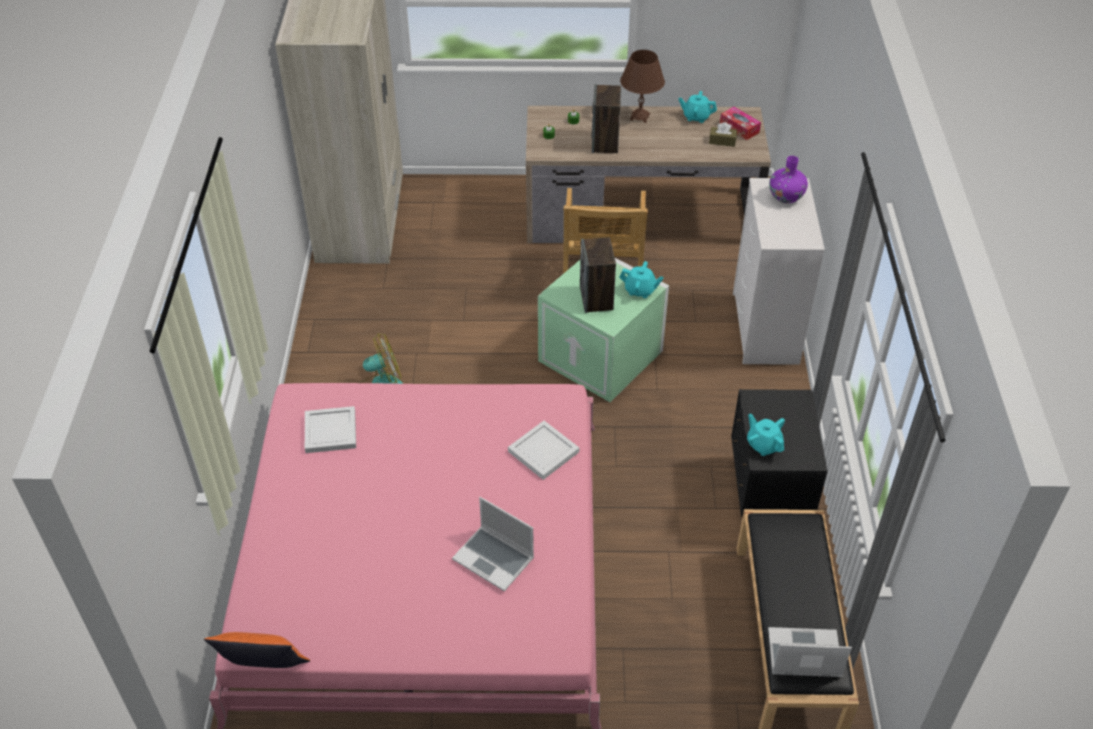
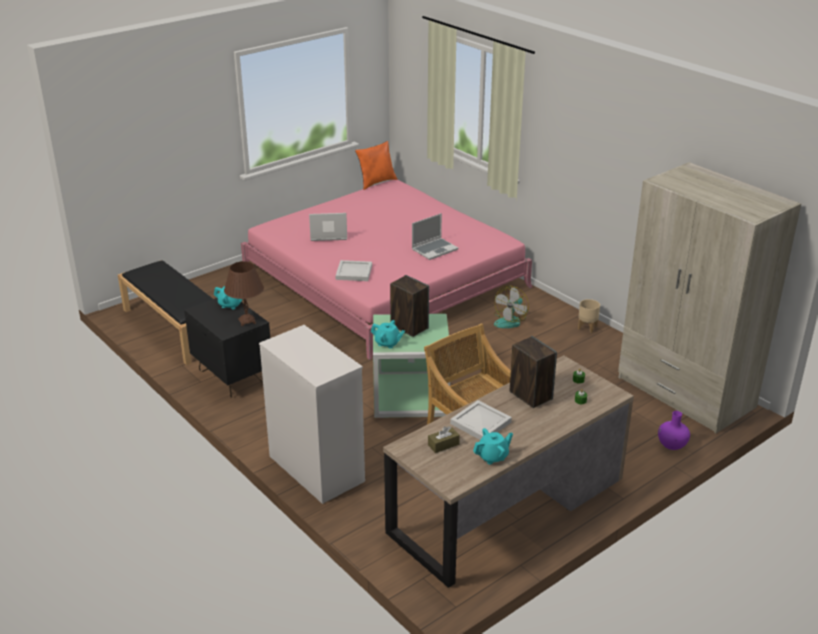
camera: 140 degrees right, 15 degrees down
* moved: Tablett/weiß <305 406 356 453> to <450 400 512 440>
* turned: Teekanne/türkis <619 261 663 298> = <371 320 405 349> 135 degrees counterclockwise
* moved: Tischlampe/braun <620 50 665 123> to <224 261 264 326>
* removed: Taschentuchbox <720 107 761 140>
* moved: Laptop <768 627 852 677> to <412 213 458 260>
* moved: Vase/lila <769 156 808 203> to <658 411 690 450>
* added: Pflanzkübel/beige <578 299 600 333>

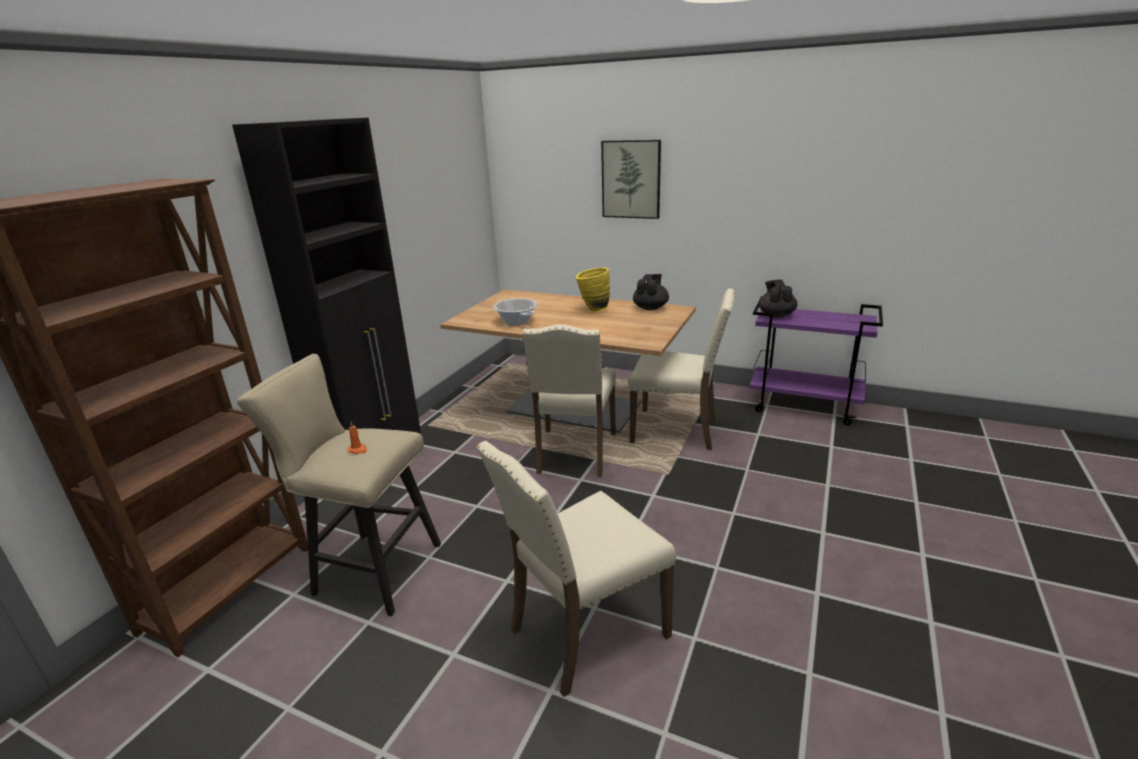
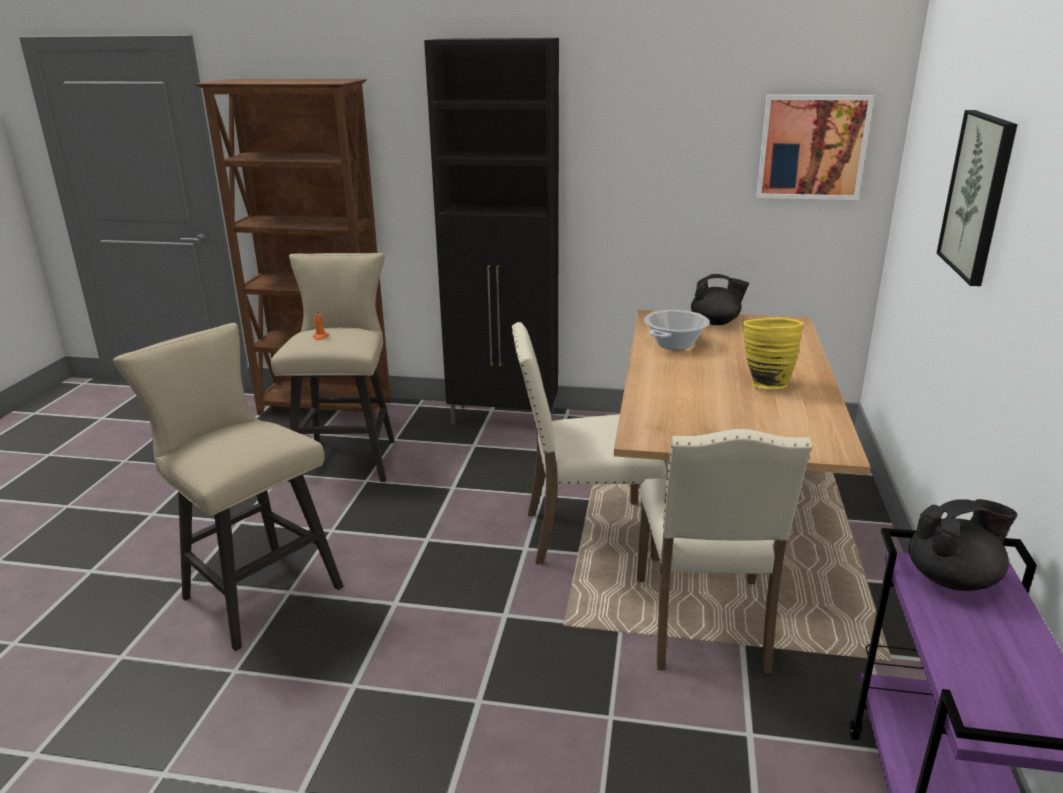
camera: 75 degrees right, 0 degrees up
* replaced: Stuhl/beige <476 441 677 697> to Hocker/beige <113 323 344 651>
* moved: Teekanne/schwarz <633 274 669 310> to <691 274 749 325>
* added: Bild <756 95 874 200>

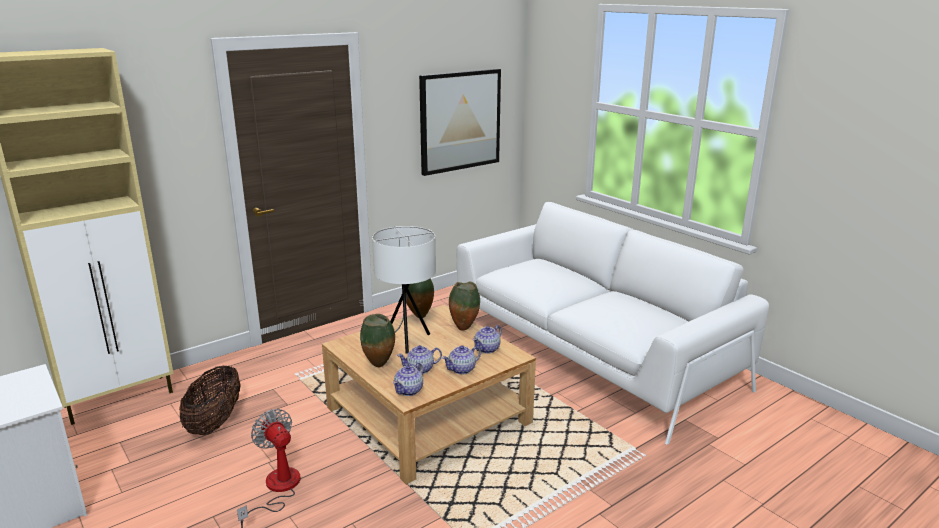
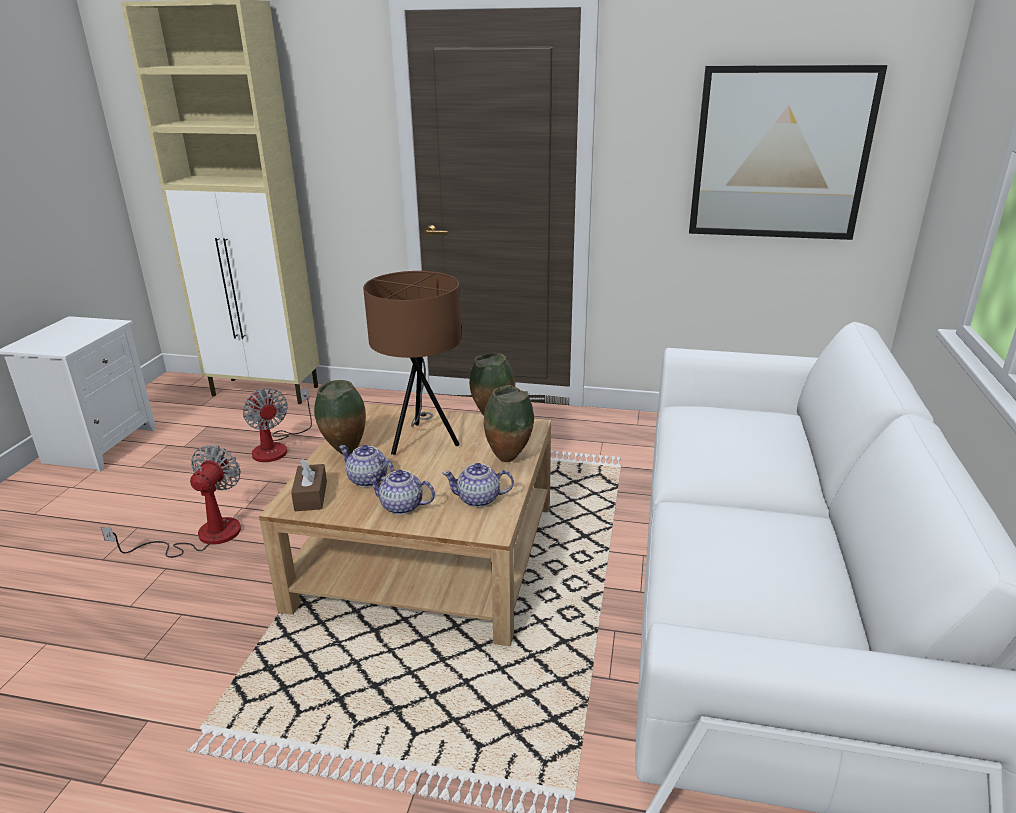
camera: 50 degrees right, 5 degrees up
* replaced: Korb <179 366 241 435> to Ventilator <243 388 312 462>
* recoloured: Tischlampe/weiß <372 226 436 354> to Tischlampe/braun <363 271 462 455>
* replaced: Teekanne <393 363 423 396> to Taschentuchbox/braun <291 459 327 511>

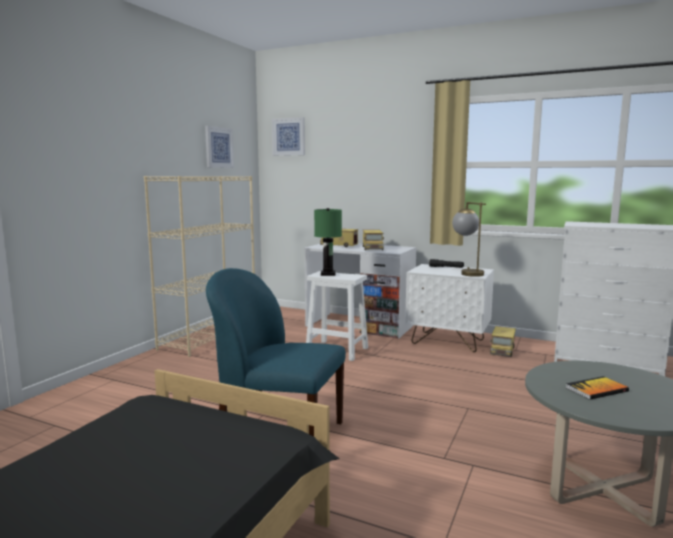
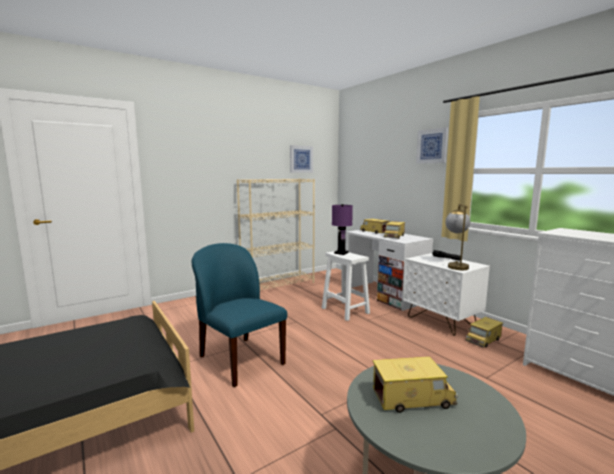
camera: 30 degrees right, 0 degrees up
* moved: Bild <272 117 305 156> to <416 127 448 164>
* recoloured: Tischlampe/grün <314 208 342 276> to Tischlampe/lila <332 204 353 255>
* replaced: Buch <566 376 629 400> to Spielzeuglaster <373 357 458 413>

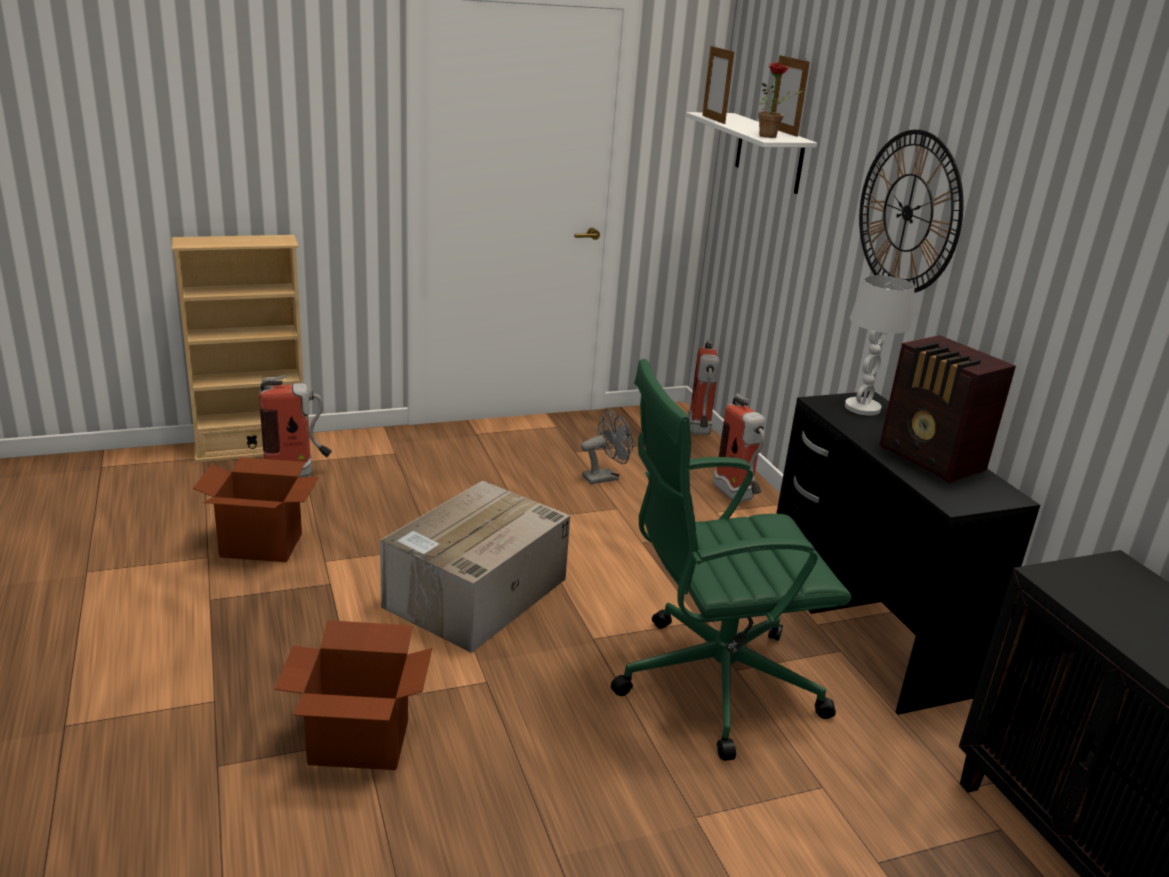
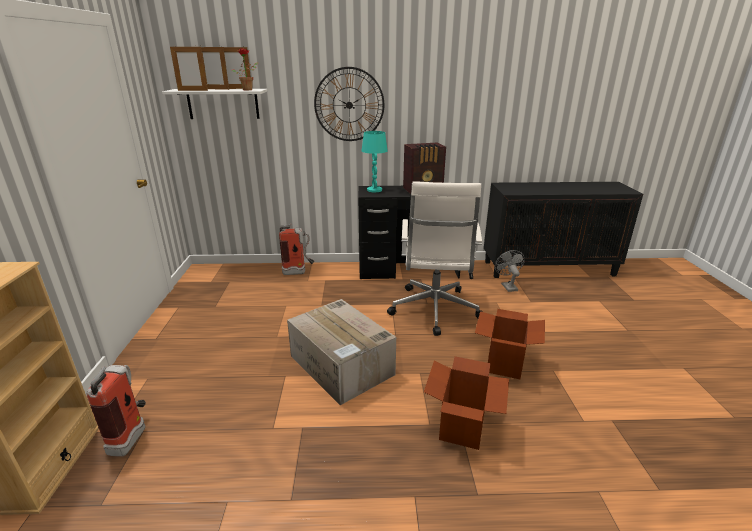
camera: 70 degrees left, 0 degrees up
* moved: Karton <193 457 318 562> to <475 309 545 379>
* moved: Ventilator/grau <581 409 633 484> to <495 250 525 292>
* recoloured: Bürostuhl/grün <611 359 852 761> to Bürostuhl/weiß <387 181 483 336>
* removed: Feuerlöscher <688 339 720 435>
* recoloured: Tischlampe/weiß <845 275 915 416> to Tischlampe/türkis <362 131 388 192>
* added: Bilderrahmen <200 46 229 90>

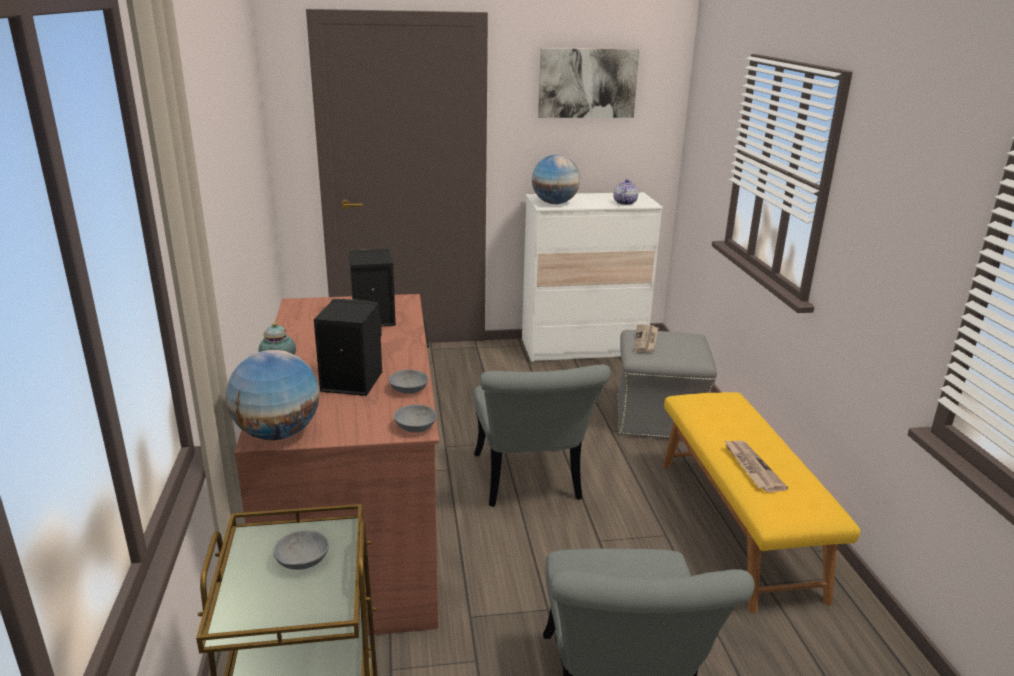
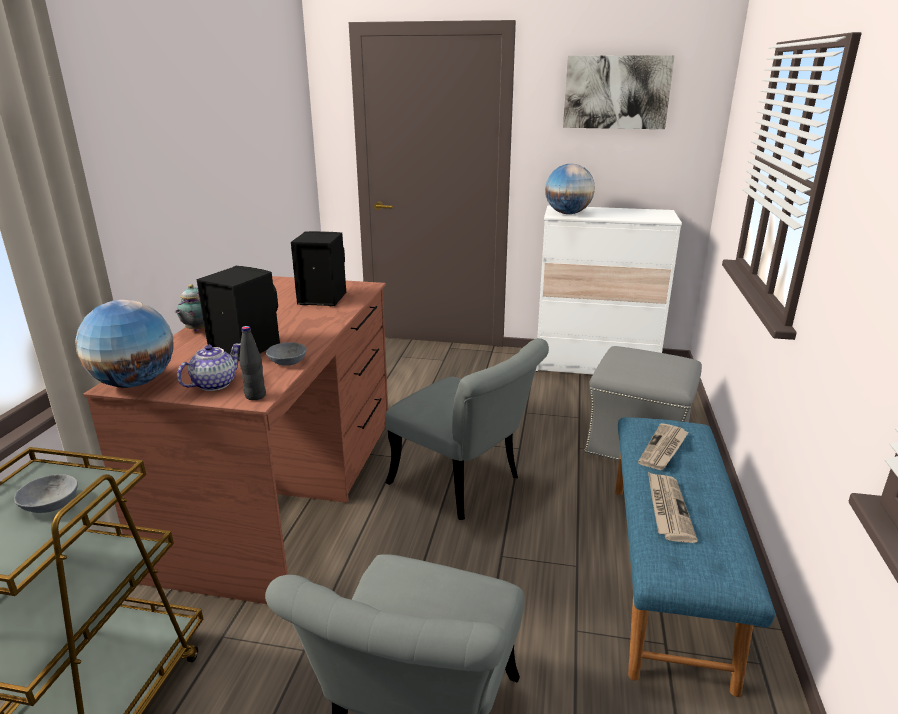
camera: 20 degrees right, 0 degrees up
* replaced: Schüssel/grau <394 404 437 433> to Flasche/schwarz <239 326 266 400>
* turned: Stuhl/grau <474 365 611 507> = <385 338 549 520> 60 degrees counterclockwise
* moved: Teekanne <614 179 638 205> to <177 343 241 391>
* moved: Zeitung <634 324 659 353> to <638 423 689 470>
* recoloured: Bank/gelb <663 392 860 613> to Bank/blau <615 417 775 697>

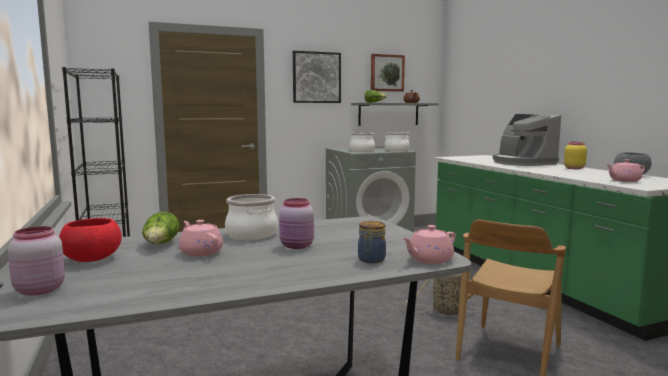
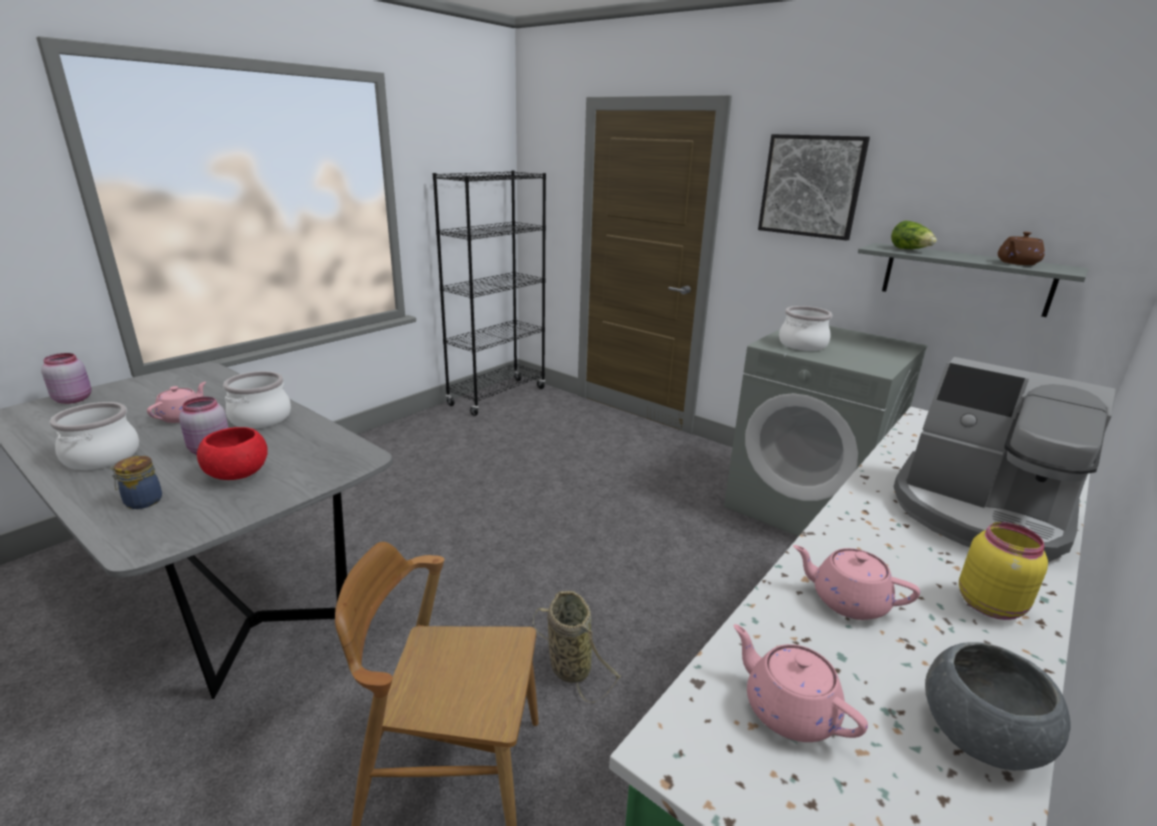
camera: 60 degrees right, 15 degrees up
* moved: Schüssel/rot <59 218 122 262> to <197 427 267 480>
* removed: Salatkopf <142 212 179 244>
* removed: Bild <371 54 405 92>
* moved: Kochtopf <385 132 410 151> to <49 402 139 470>
* moved: Teekanne/rosa <402 225 456 264> to <793 545 920 620>
* turned: Kaffeemaschine <493 114 561 166> = <893 357 1116 562> 90 degrees counterclockwise

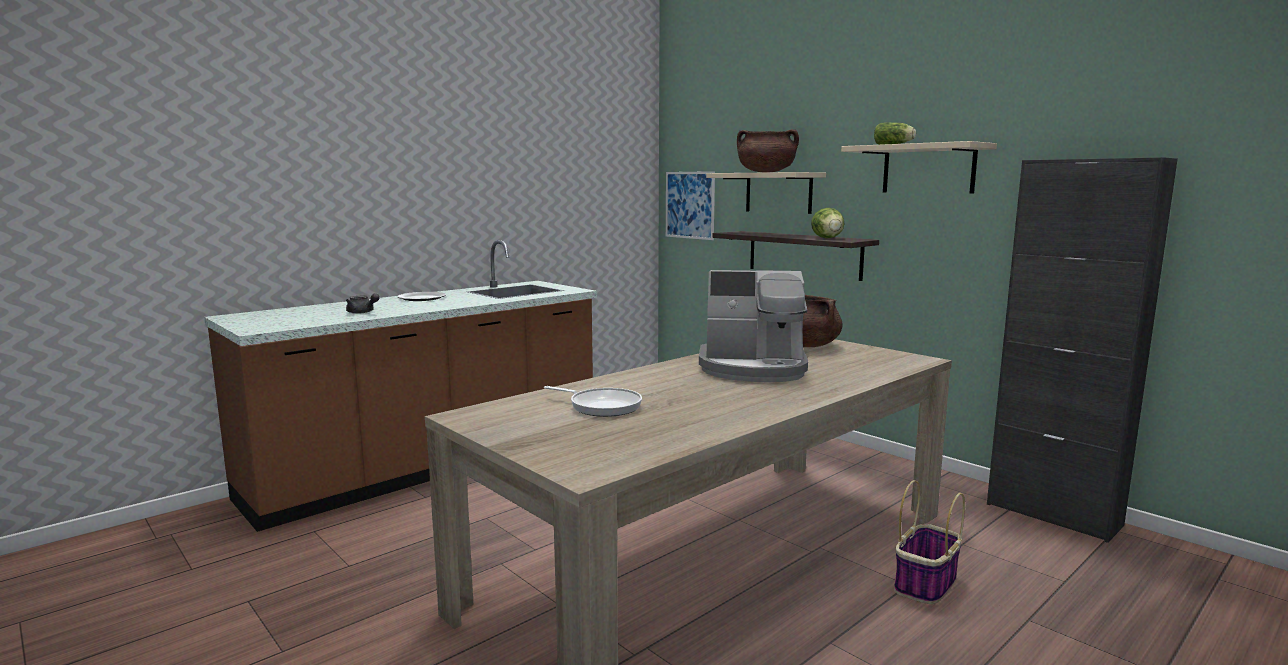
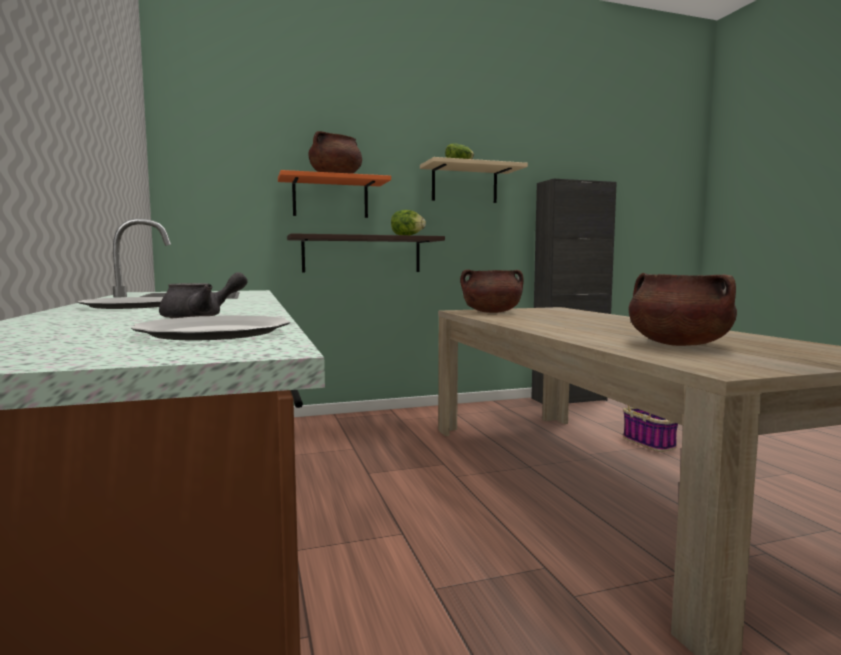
camera: 65 degrees left, 5 degrees down
* replaced: Pfanne <544 386 642 417> to Kochtopf/braun <629 273 737 346>
* removed: Bild <666 171 715 240>
* removed: Kaffeemaschine <699 270 808 382>
* recoloured: Wandregal/beige <706 172 826 214> to Wandregal/orange <278 170 391 218>
* added: Teller <131 315 290 340>

